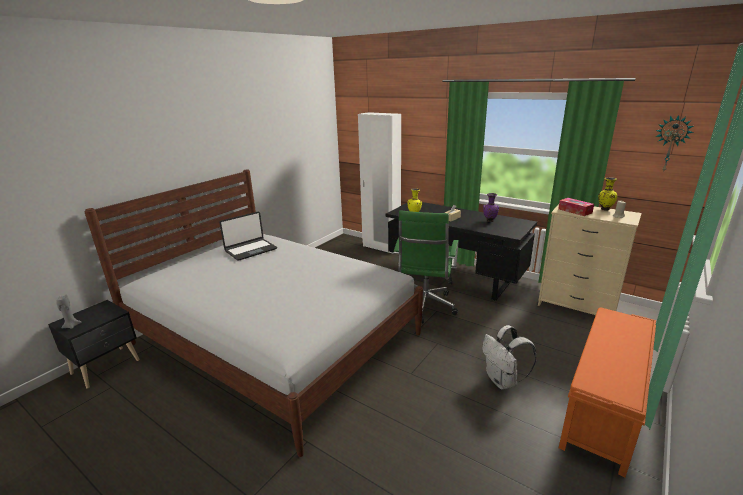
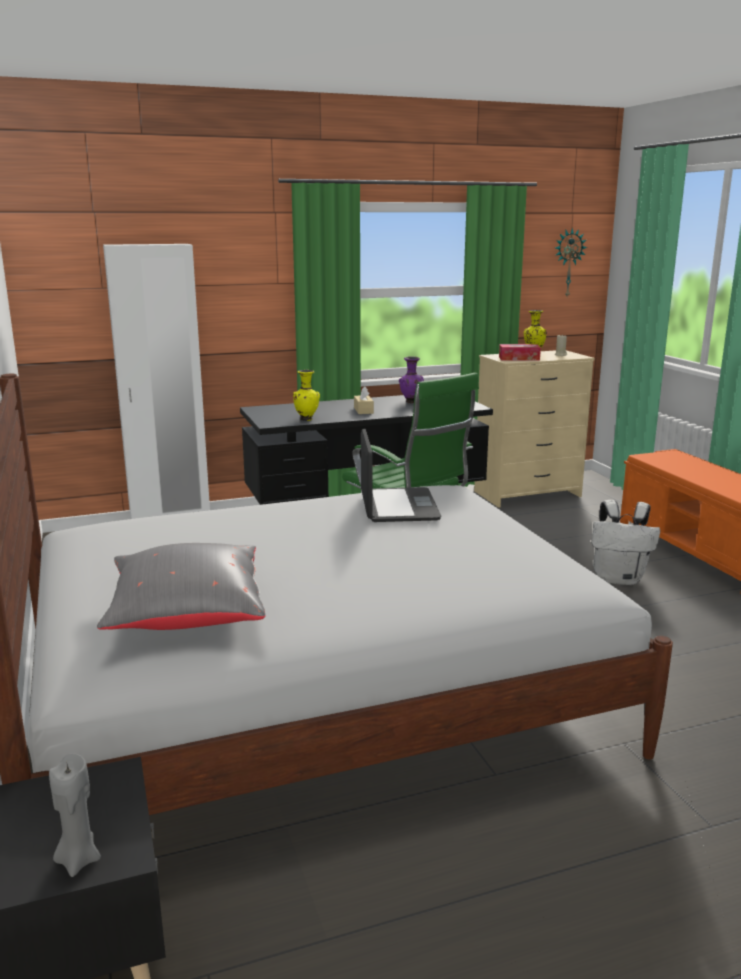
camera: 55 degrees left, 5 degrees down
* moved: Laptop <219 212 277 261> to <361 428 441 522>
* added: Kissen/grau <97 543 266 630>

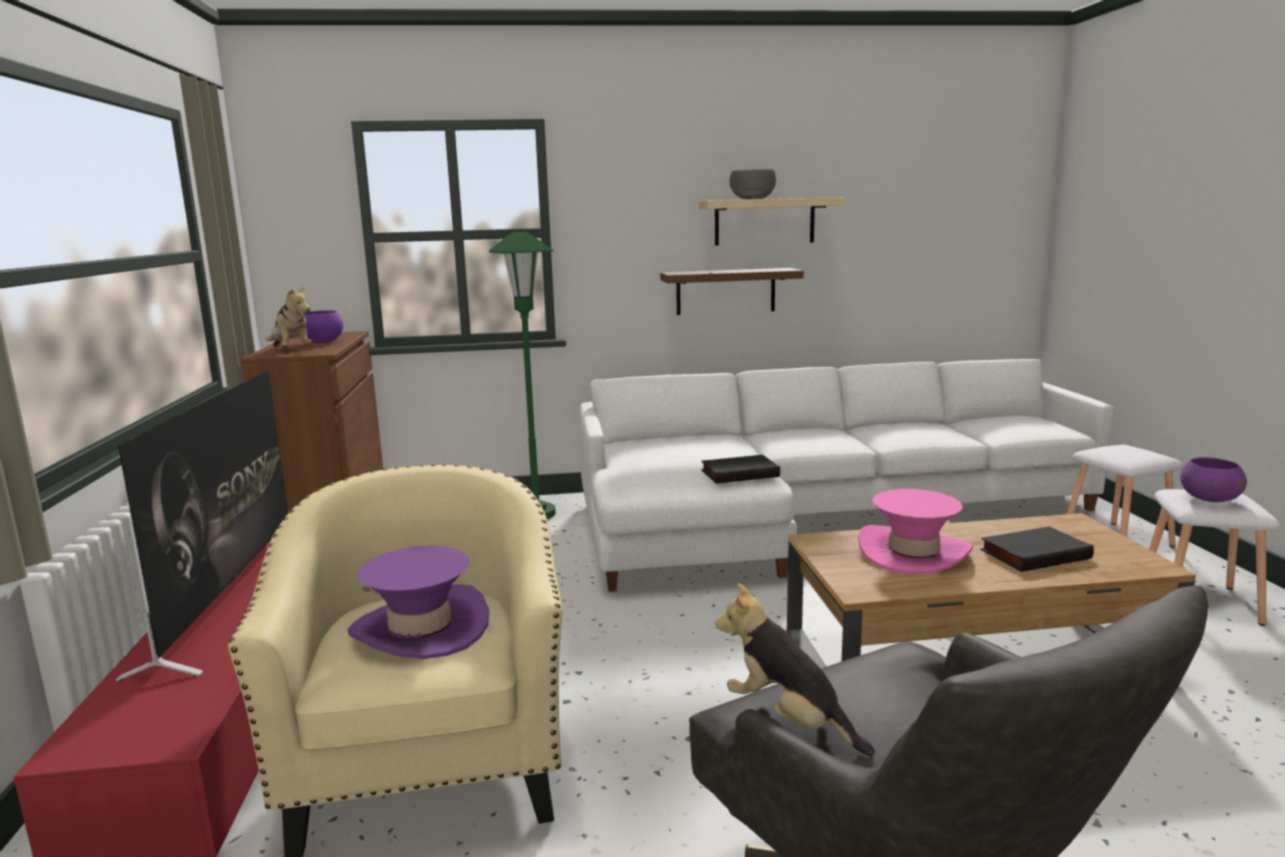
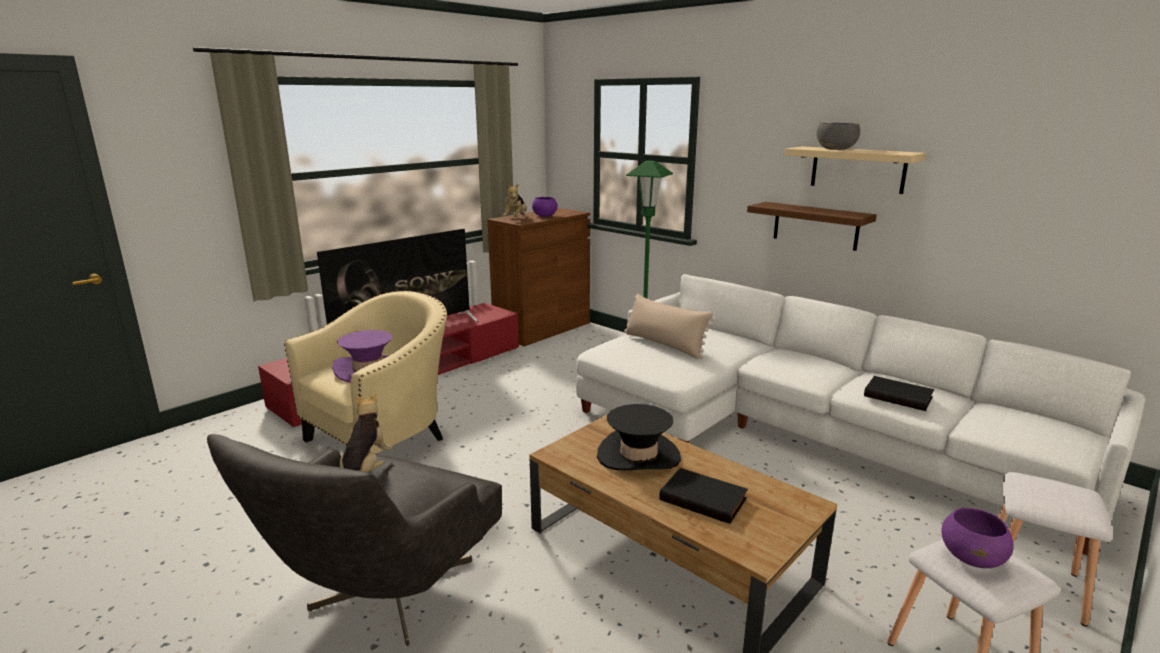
camera: 50 degrees right, 5 degrees up
* moved: Buch/schwarz <701 455 780 484> to <864 376 934 411>
* recoloured: Hut/rosa <858 489 973 574> to Hut/schwarz <597 404 681 471>
* added: Kissen/beige <624 293 716 359>

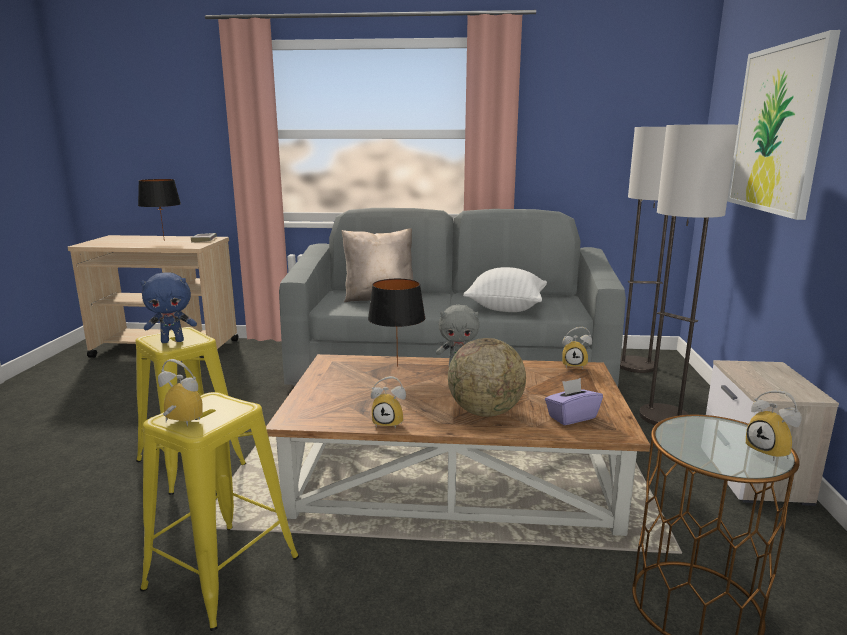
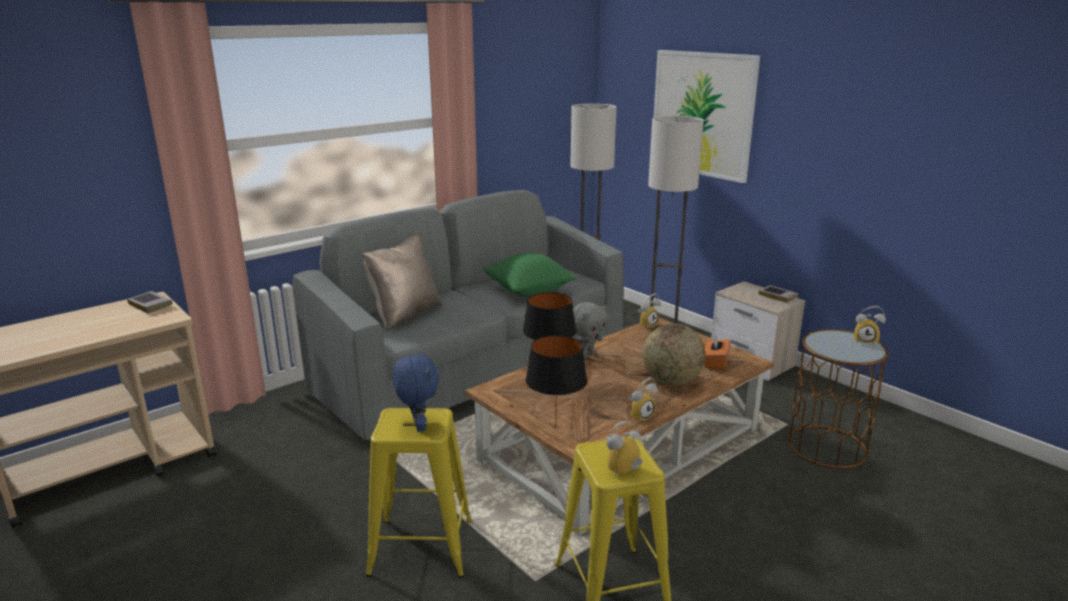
camera: 45 degrees left, 5 degrees up
* moved: Tischlampe/schwarz <138 179 181 241> to <526 335 587 428>
* turned: Plüschtier/blau <140 272 197 343> = <392 351 439 432> 45 degrees counterclockwise
* recoloured: Kissen/weiß <463 267 547 312> to Kissen/grün <483 253 576 297>
* recoloured: Taschentuchbox/lila <545 378 603 425> to Taschentuchbox/orange <705 334 731 370>
* added: Buch <759 285 798 303>

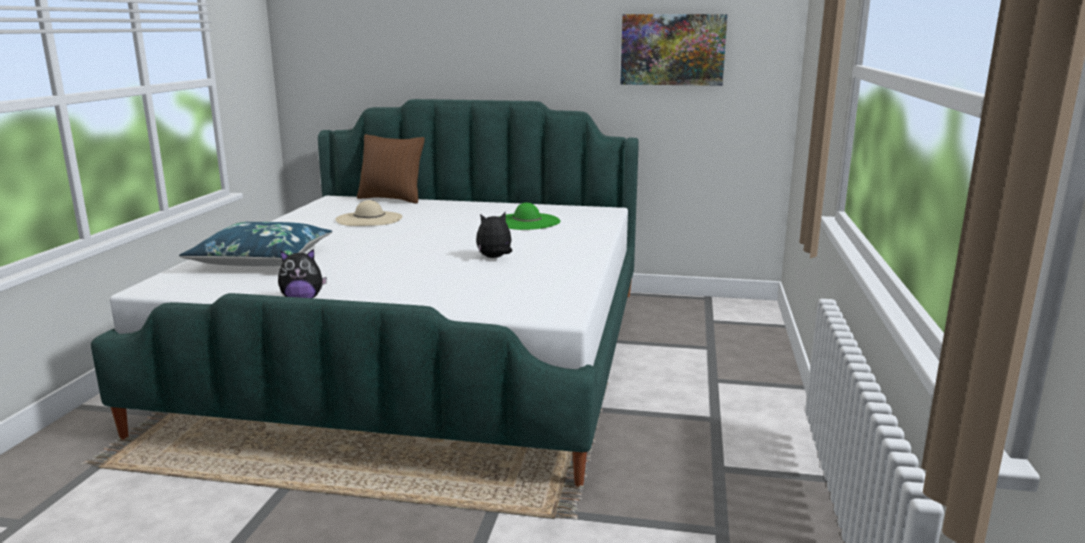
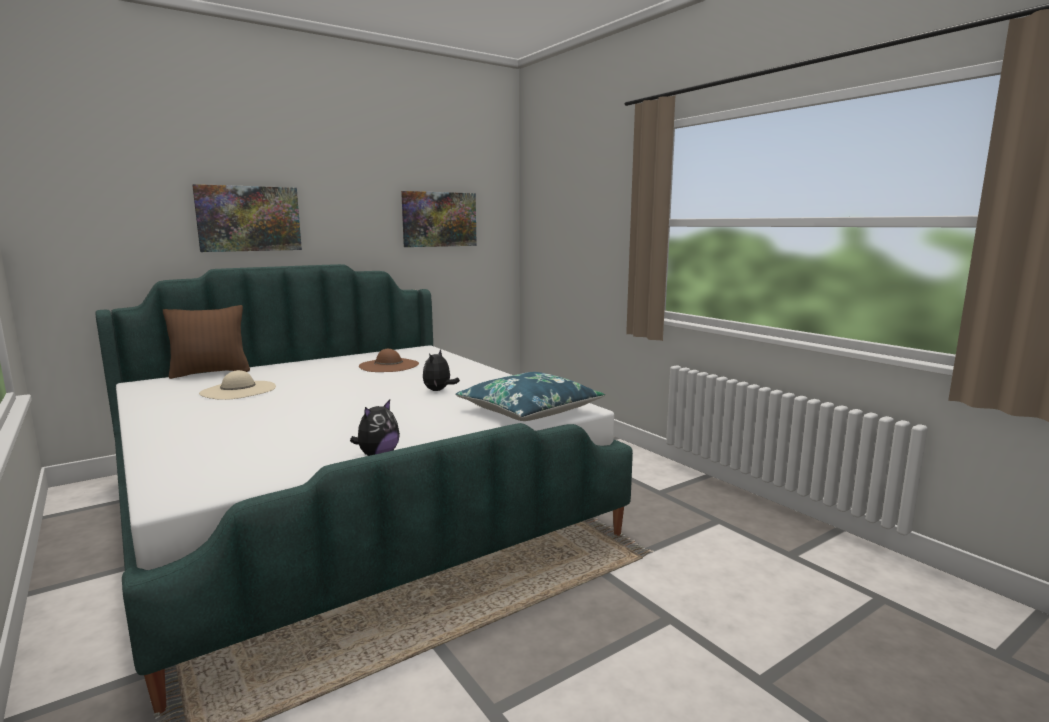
camera: 45 degrees left, 5 degrees down
* moved: Kissen/blau <179 222 332 266> to <456 372 605 421>
* recoloured: Hut/grün <499 202 561 230> to Hut/braun <359 349 419 372>
* added: Bild <192 184 302 252>

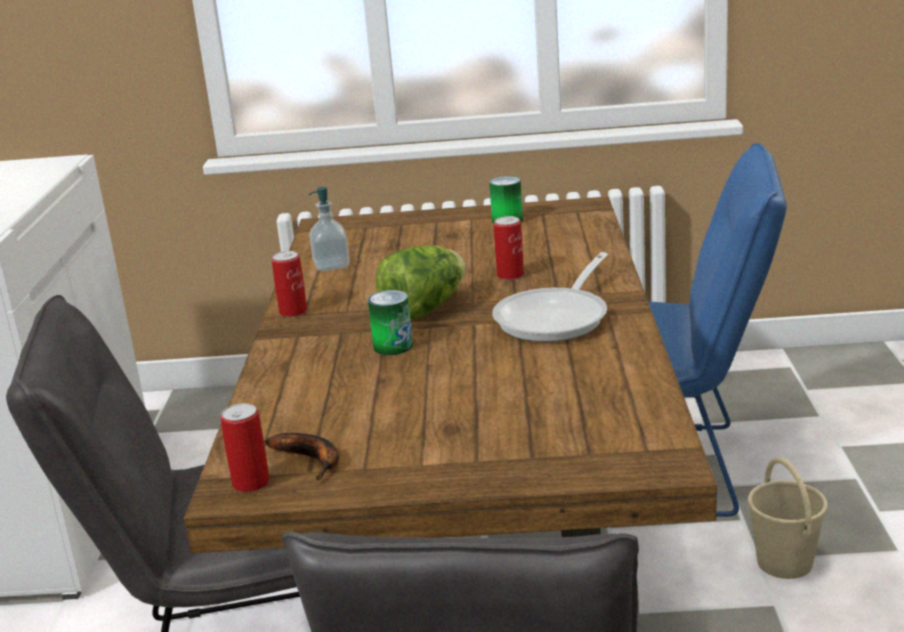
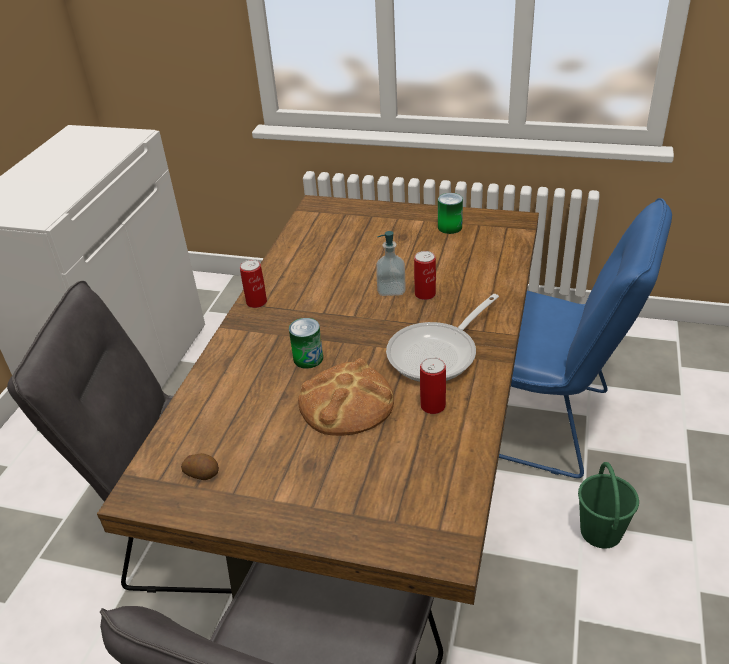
camera: 15 degrees right, 15 degrees up
* moved: Dose <220 403 270 492> to <420 357 446 414>
* replaced: Banane <265 433 339 480> to Kartoffel <181 453 219 480>
* moved: Seifenspender <309 187 350 271> to <376 231 406 296>
* removed: Salatkopf <376 245 466 319>
* recoloured: Eimer/beige <748 457 828 579> to Eimer/grün <578 462 639 549>
* added: Brot <298 358 394 436>

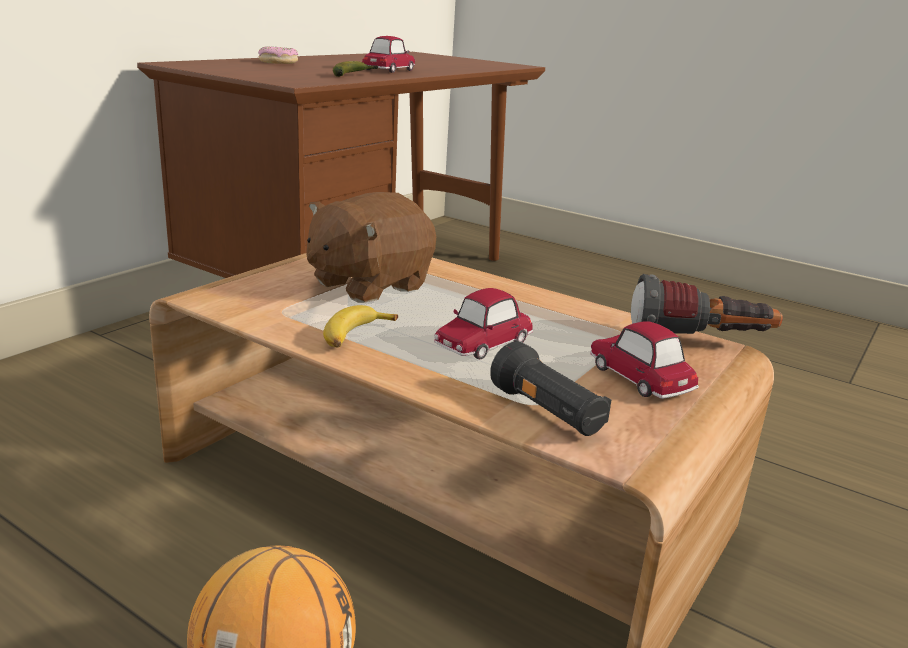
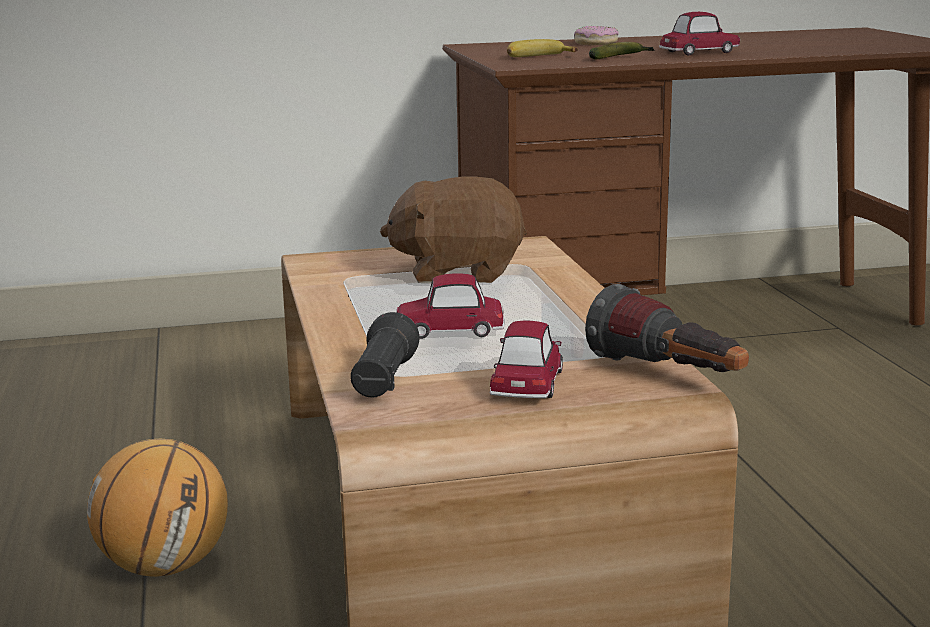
camera: 45 degrees right, 5 degrees down
* moved: Banane <323 305 398 348> to <507 39 578 57>

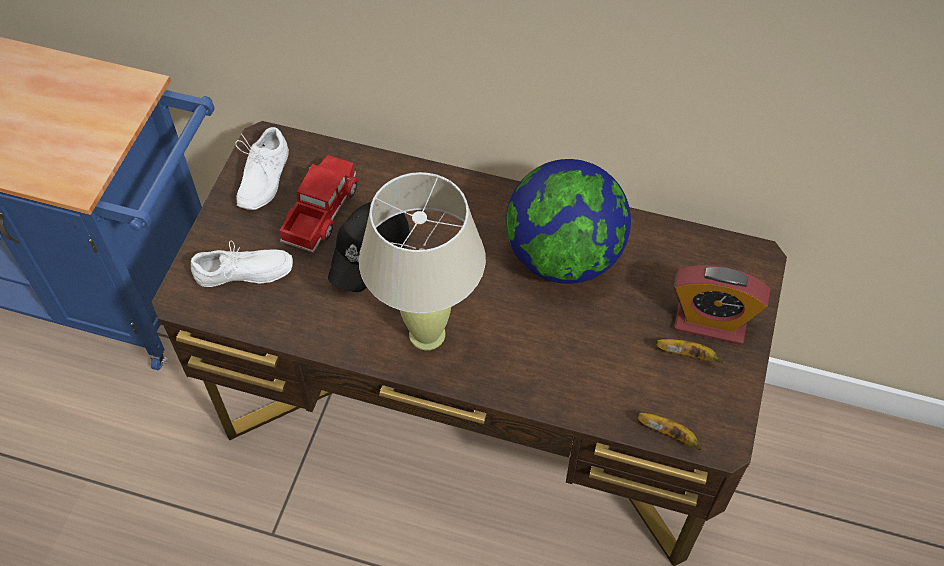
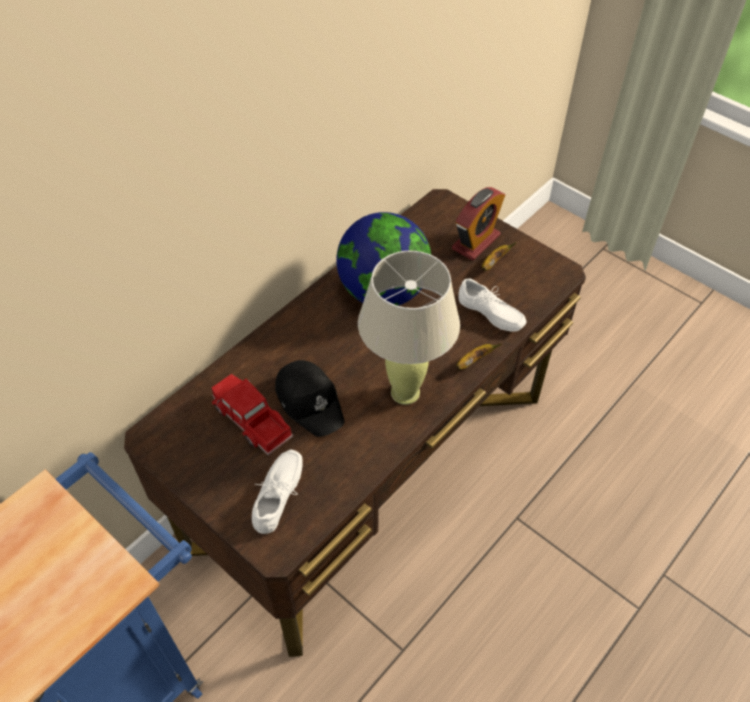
camera: 65 degrees left, 5 degrees down
* moved: Schuh/weiß <235 127 289 210> to <458 279 527 332>
* moved: Banane <637 413 701 450> to <456 343 502 369>

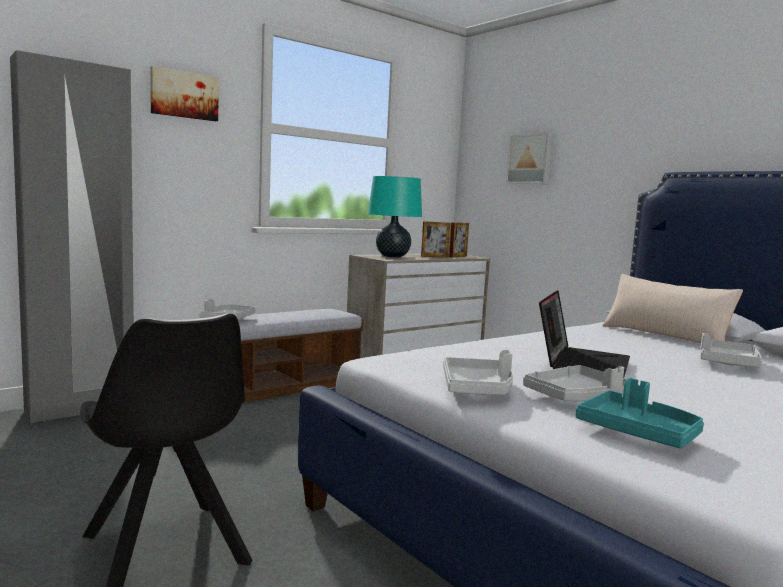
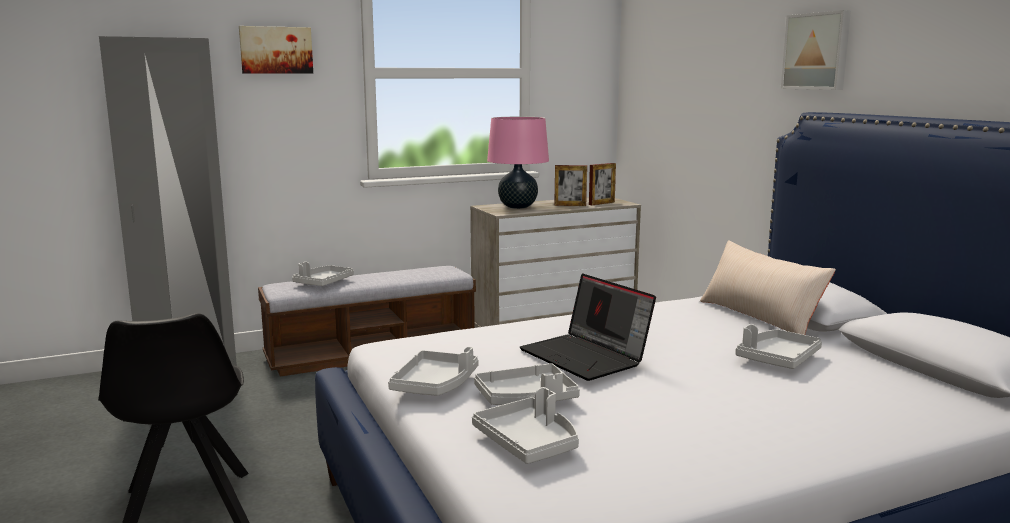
camera: 15 degrees right, 5 degrees up
* recoloured: Tischlampe/türkis <368 176 422 257> to Tischlampe/rosa <487 117 549 209>
* moved: Bild <506 133 553 184> to <781 10 851 90>
* turned: Laptop <539 290 630 378> = <520 274 656 381> 105 degrees clockwise
* recoloured: Tablett/türkis <576 378 704 448> to Tablett/grau <472 387 579 464>

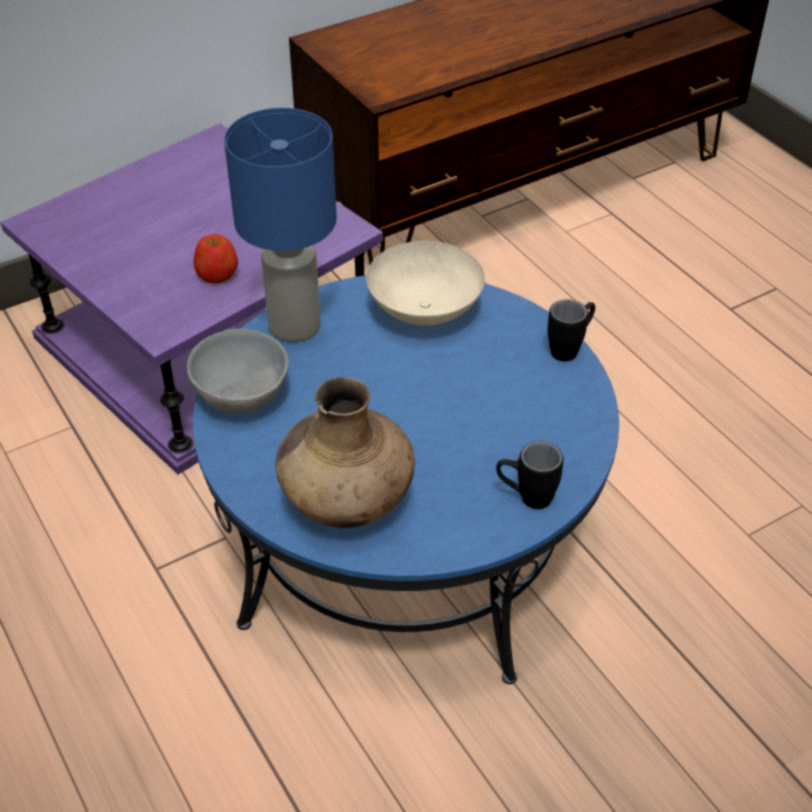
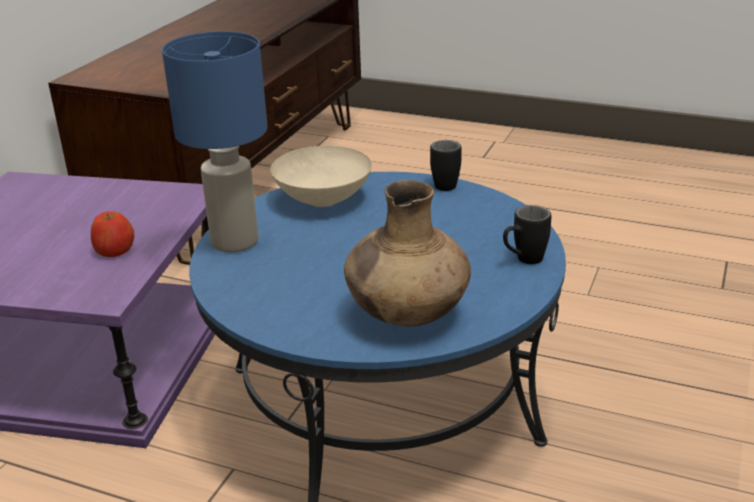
camera: 35 degrees left, 15 degrees down
* removed: Schüssel/grau <187 329 289 413>

